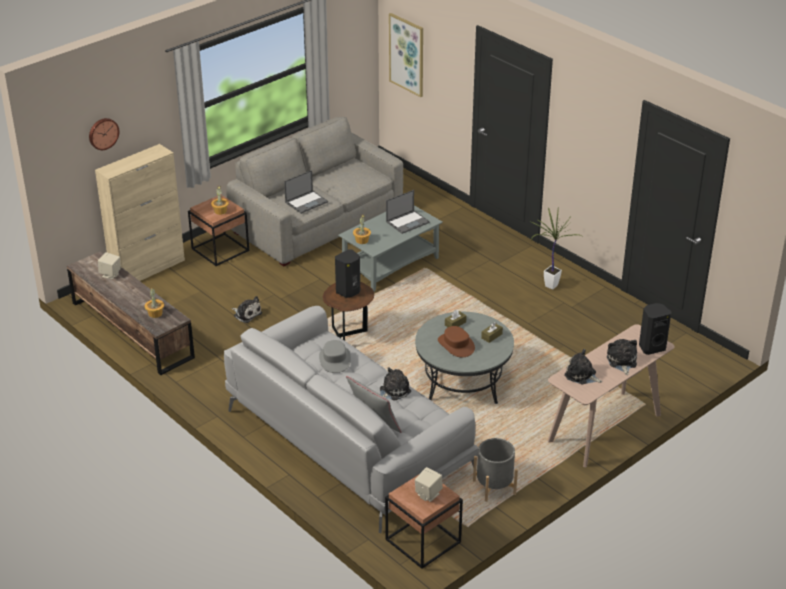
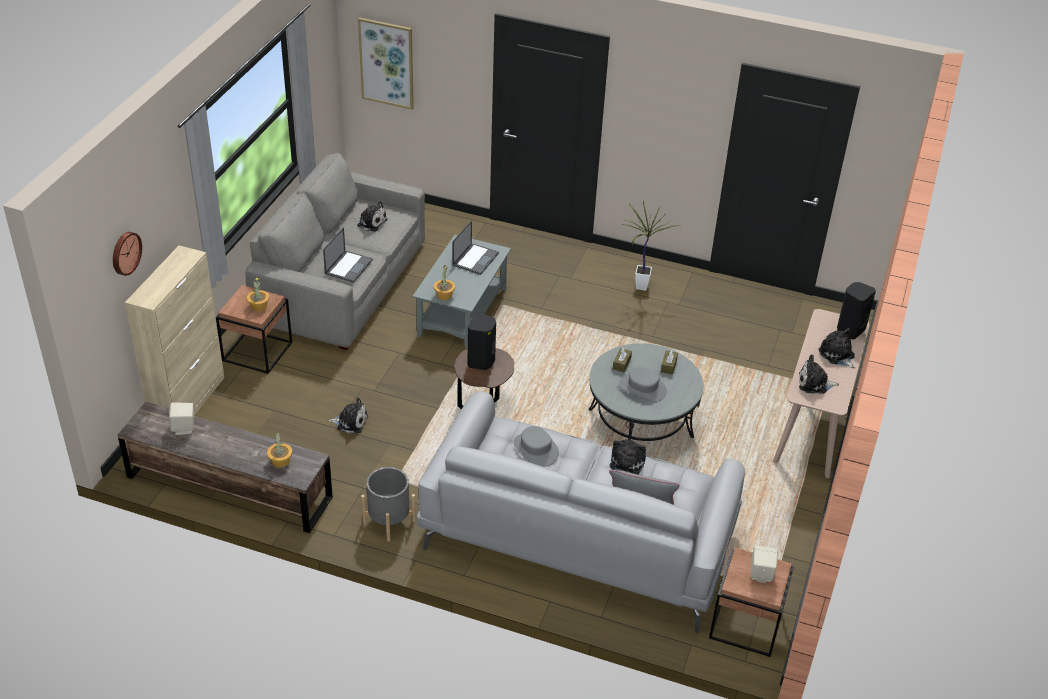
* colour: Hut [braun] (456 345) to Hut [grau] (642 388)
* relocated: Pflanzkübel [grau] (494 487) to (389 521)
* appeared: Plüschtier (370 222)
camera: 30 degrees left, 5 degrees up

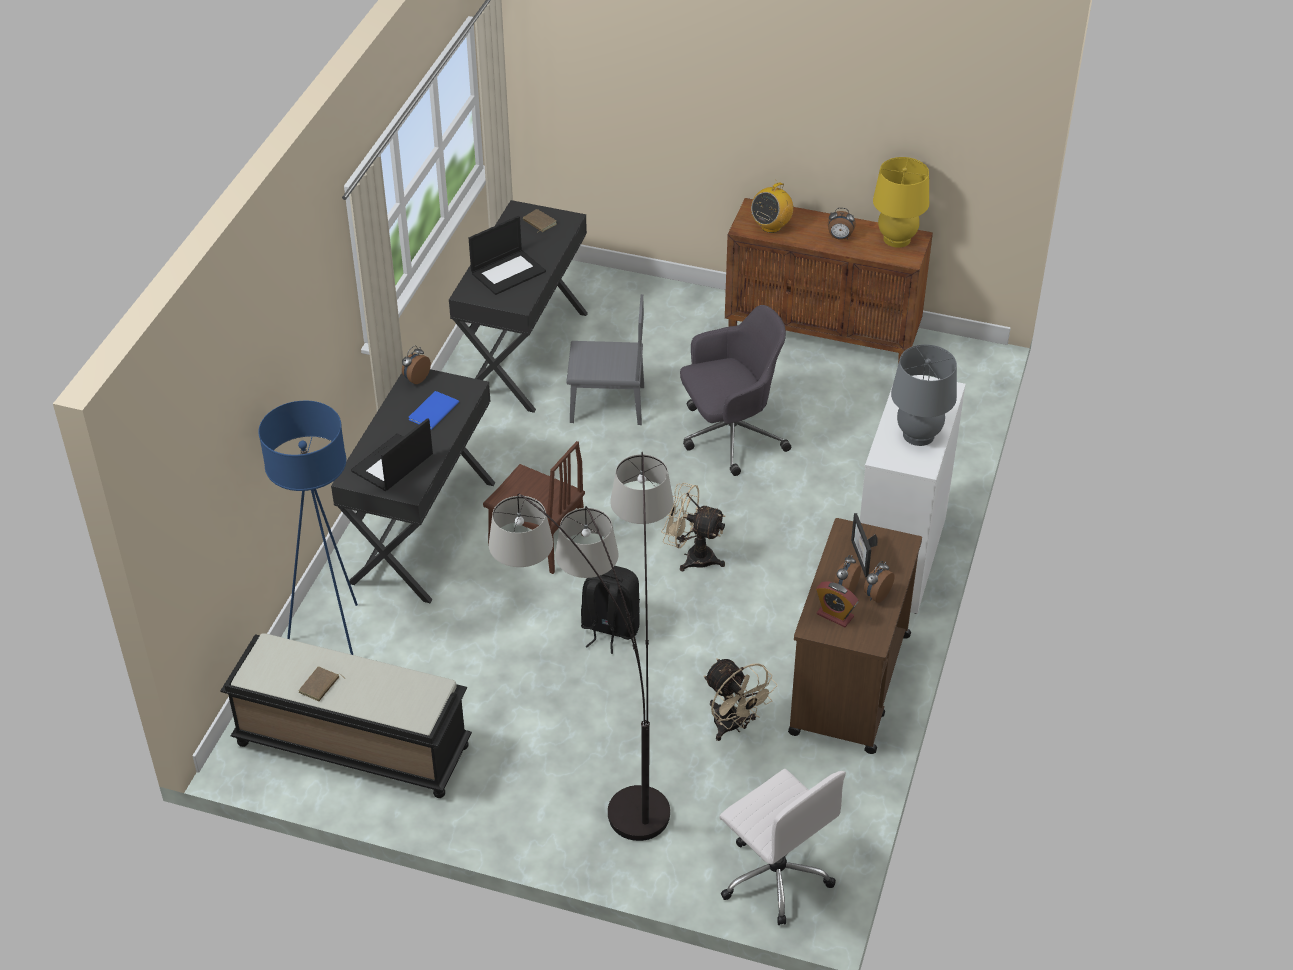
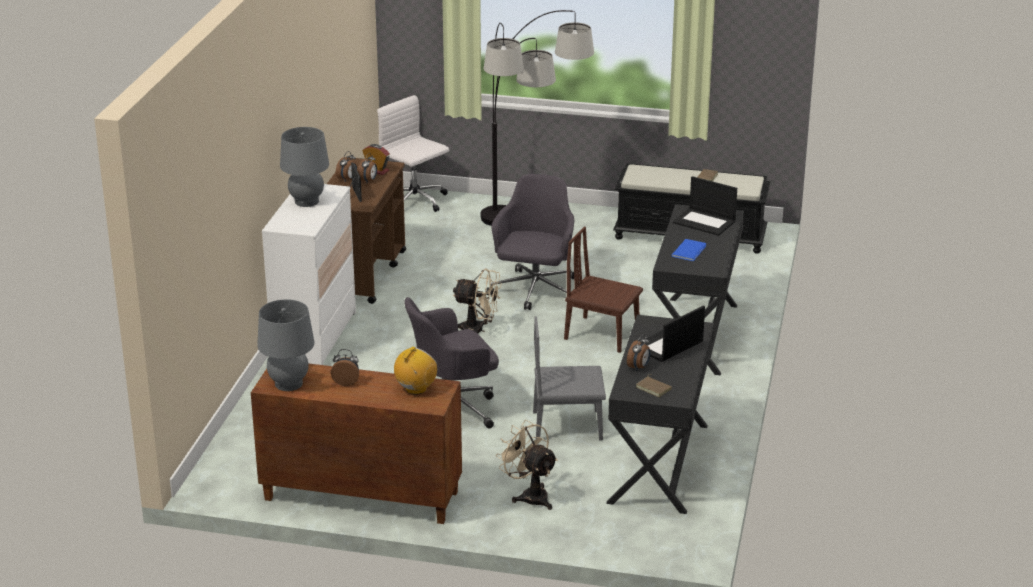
* missing: Stehlampe [blau] (334 635)
* spun: Laptop (392 464) = (705 222) 90 degrees clockwise
* relocated: Wecker (416 379) to (639 367)
* exchanged: Rucksack [schwarz] (609 629) to Bürostuhl [grau] (534 291)
* relocated: Ventilator [beige] (733 726) to (530 495)
* colour: Tischlampe [gelb] (897 239) to Tischlampe [grau] (288 383)
camera: 175 degrees right, 15 degrees down

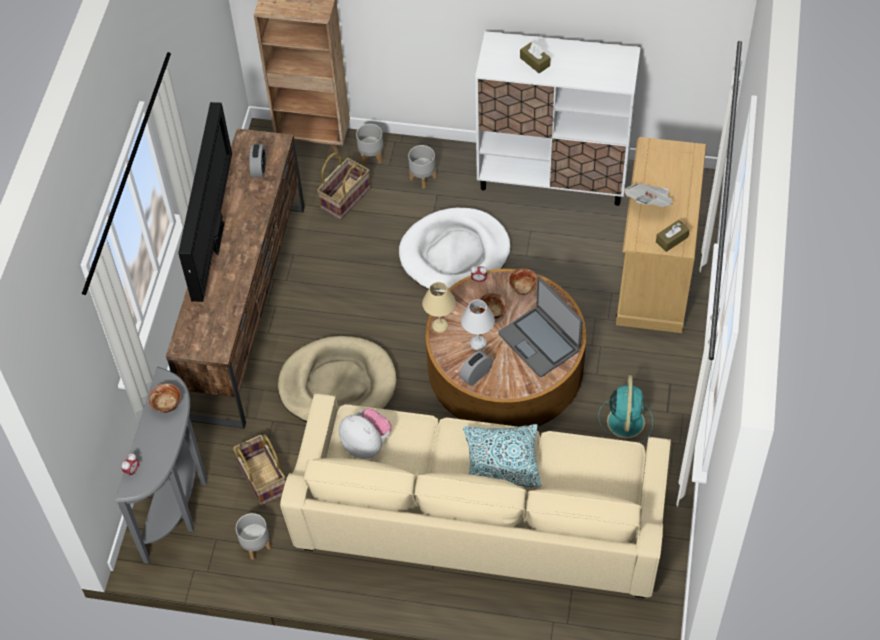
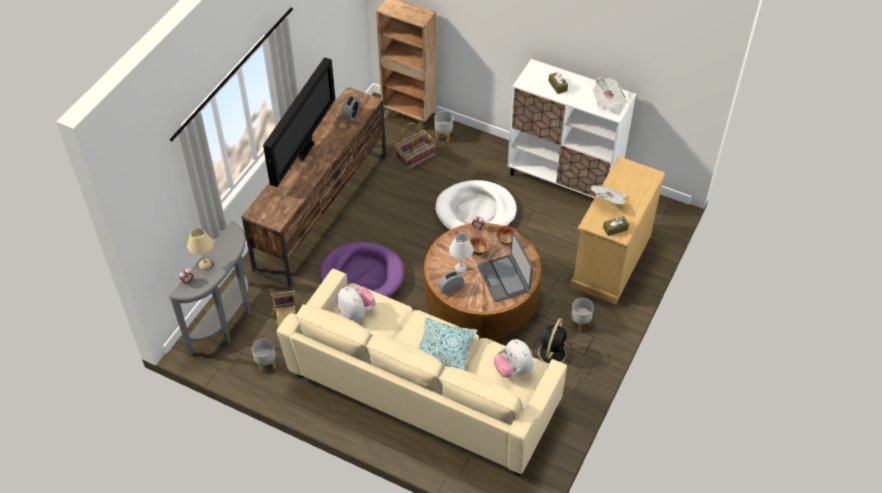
* missing: Schüssel (167 405)
* colour: Hundebett [beige] (338 385) to Hundebett [lila] (362 275)
* relocated: Pflanzkübel [grau] (423 178) to (580 323)
* relocated: Tischlampe [beige] (439 326) to (204 265)
* colour: Ventilator [türkis] (626 420) to Ventilator [schwarz] (552 352)
* appeared: Plüschtier (513 369)
* appeared: Zeitung (609 103)
camera: 15 degrees right, 5 degrees down

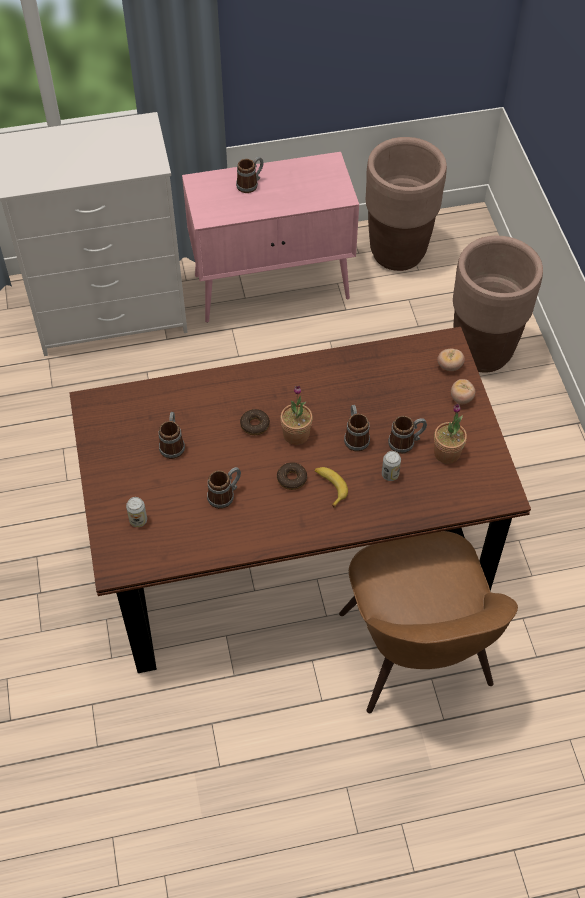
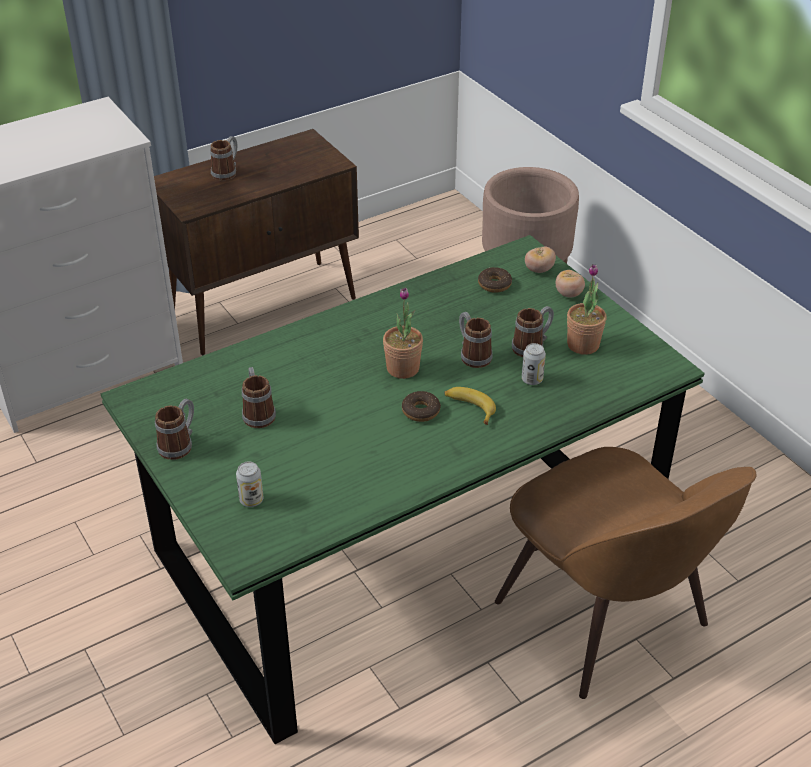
* colour: Esstisch [braun] (292 548) to Esstisch [grün] (406 549)
* colour: Schrank [rosa] (273 287) to Schrank [braun] (265 306)
* relocated: Henkelbecher (225 495) to (179 444)
* relocated: Donut (255 425) to (494 284)
* missing: Pflanzkübel [braun] (397 252)
camera: 20 degrees left, 15 degrees down

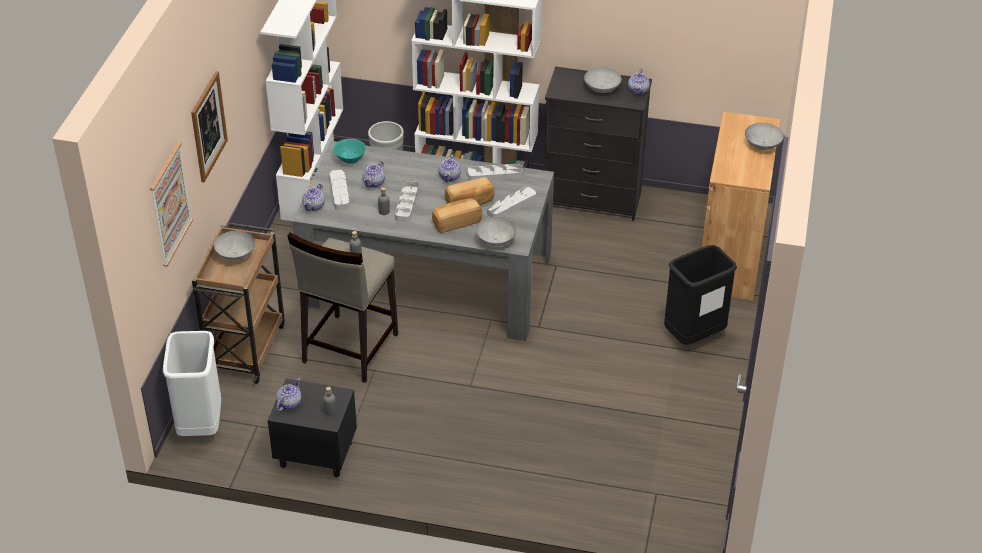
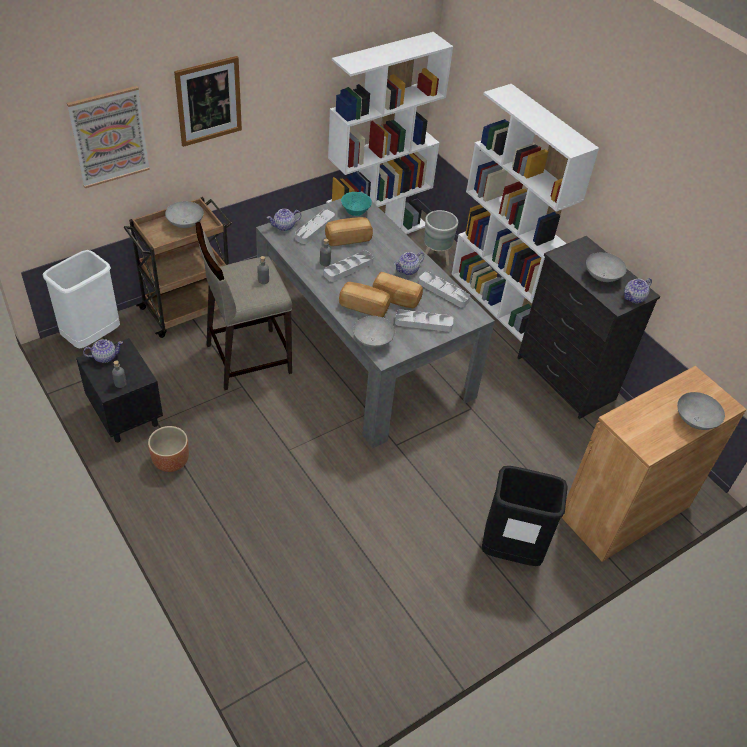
* exchanged: Teekanne (374 183) to Brot (348 238)
* appeared: Pflanzkübel [braun] (171 461)
camera: 40 degrees right, 5 degrees up

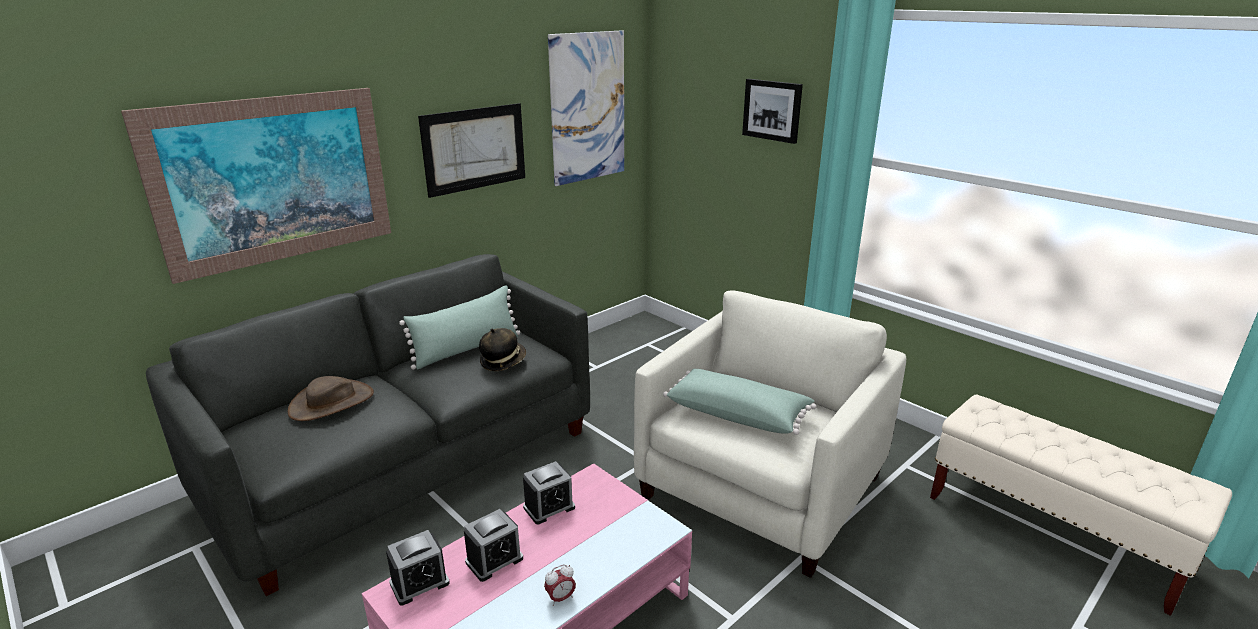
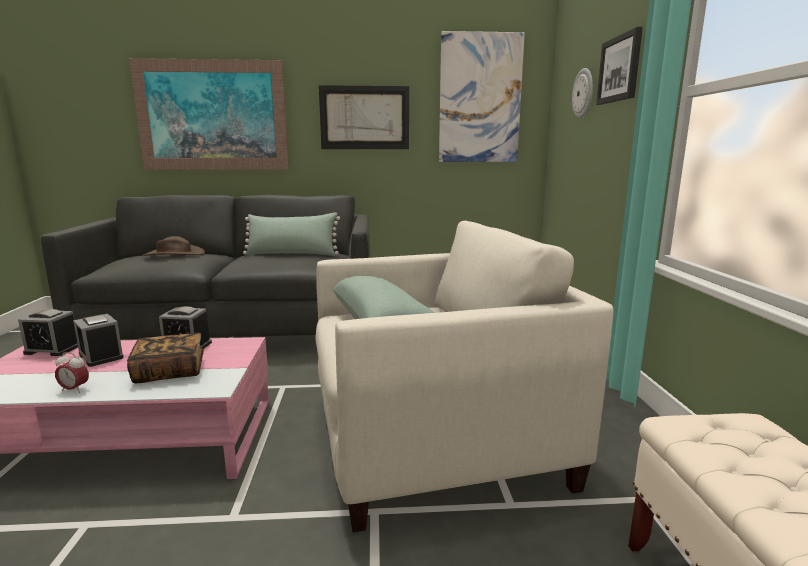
* spun: Wecker (494 560) = (101 356) 45 degrees clockwise
* missing: Hut (503 361)
* appeared: Buch (170 372)
* appeared: Wanduhr (583 93)
camera: 40 degrees right, 10 degrees down

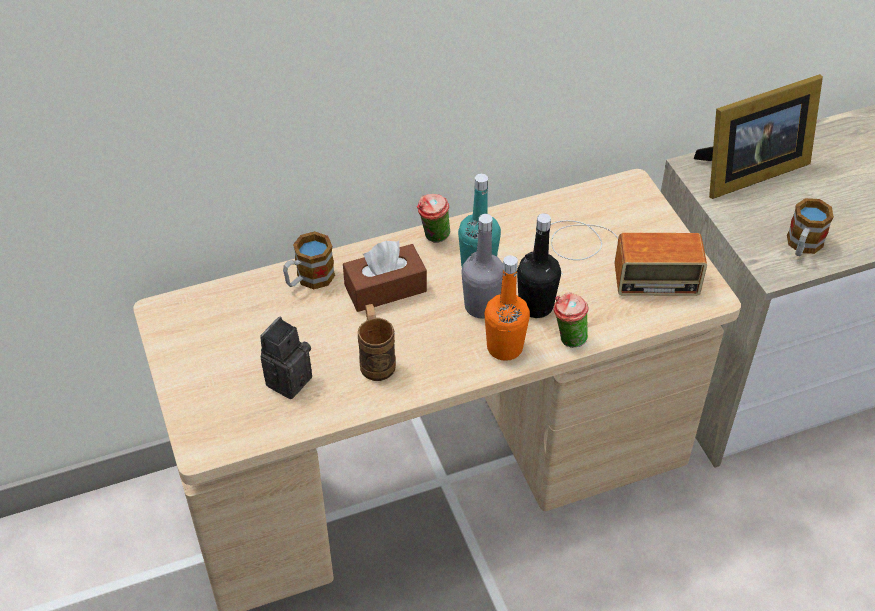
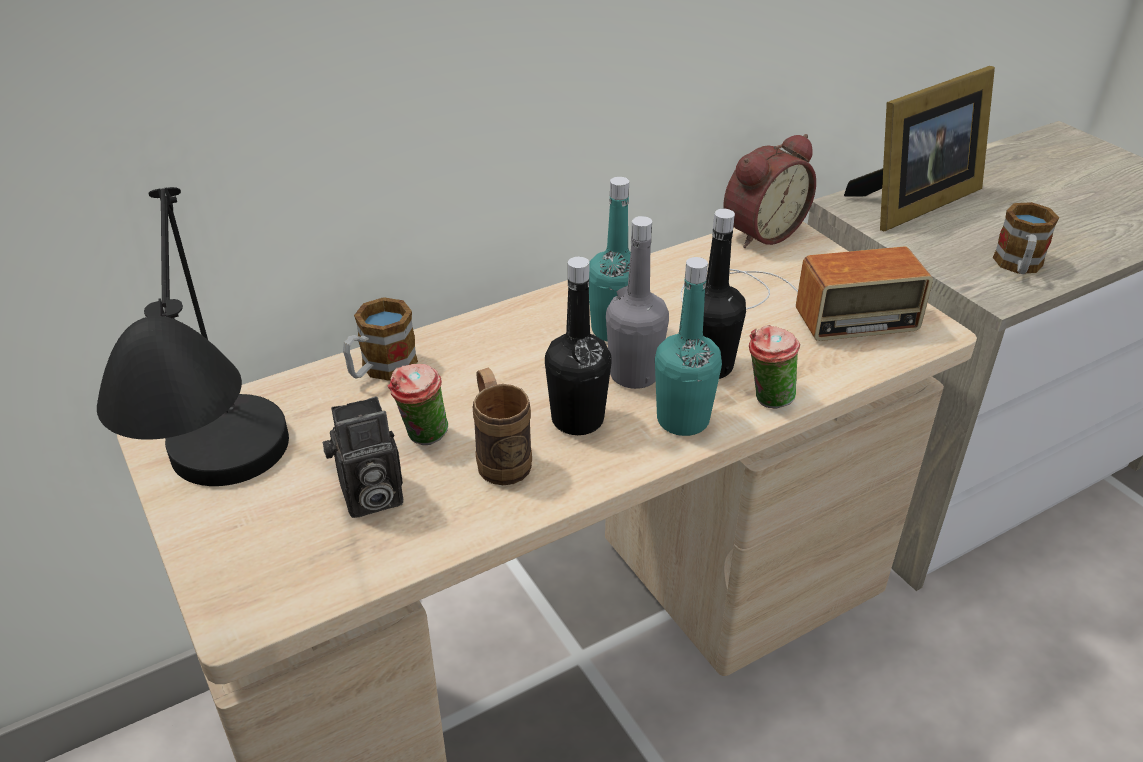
* spun: Kamera (288 378) = (369 498) 135 degrees counterclockwise
* missing: Taschentuchbox [braun] (385 288)
* relocated: Tasse (433 238) to (423 438)
* colour: Flasche [orange] (504 347) to Flasche [türkis] (683 420)
* appeared: Tischlampe [schwarz] (236 517)
* appeared: Flasche [schwarz] (577 419)
* appeared: Wecker (760 232)
camera: 10 degrees left, 10 degrees down

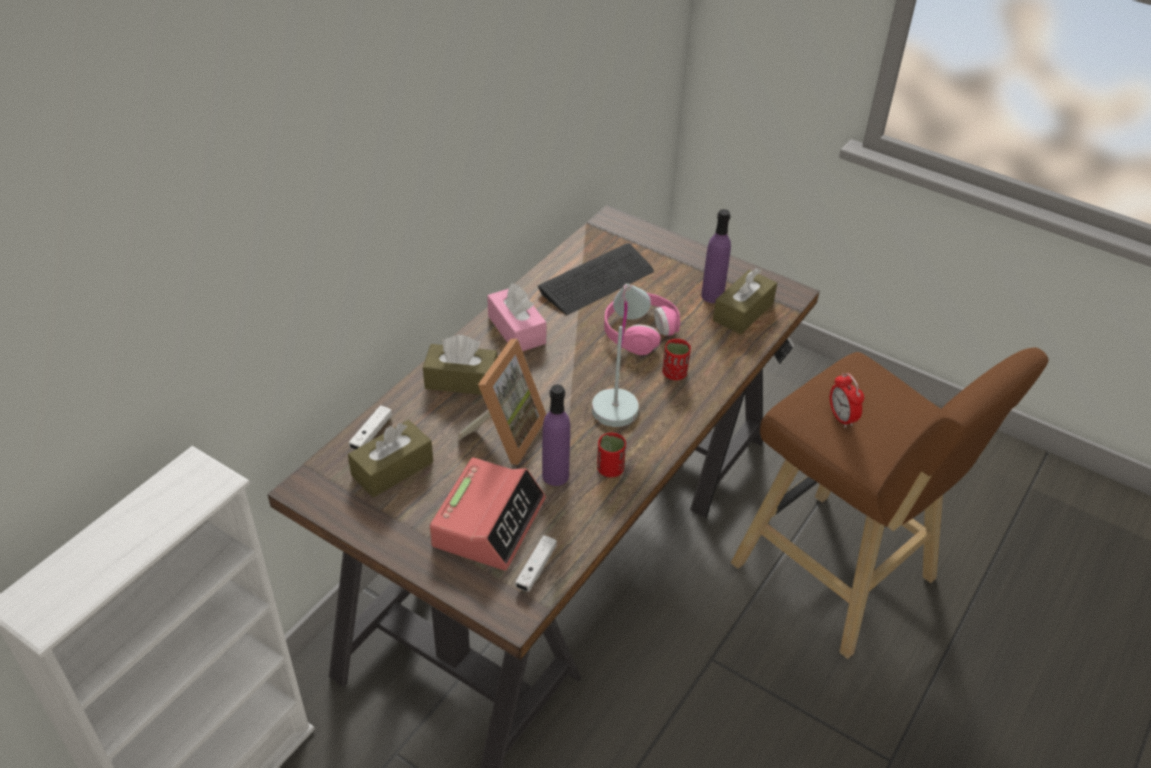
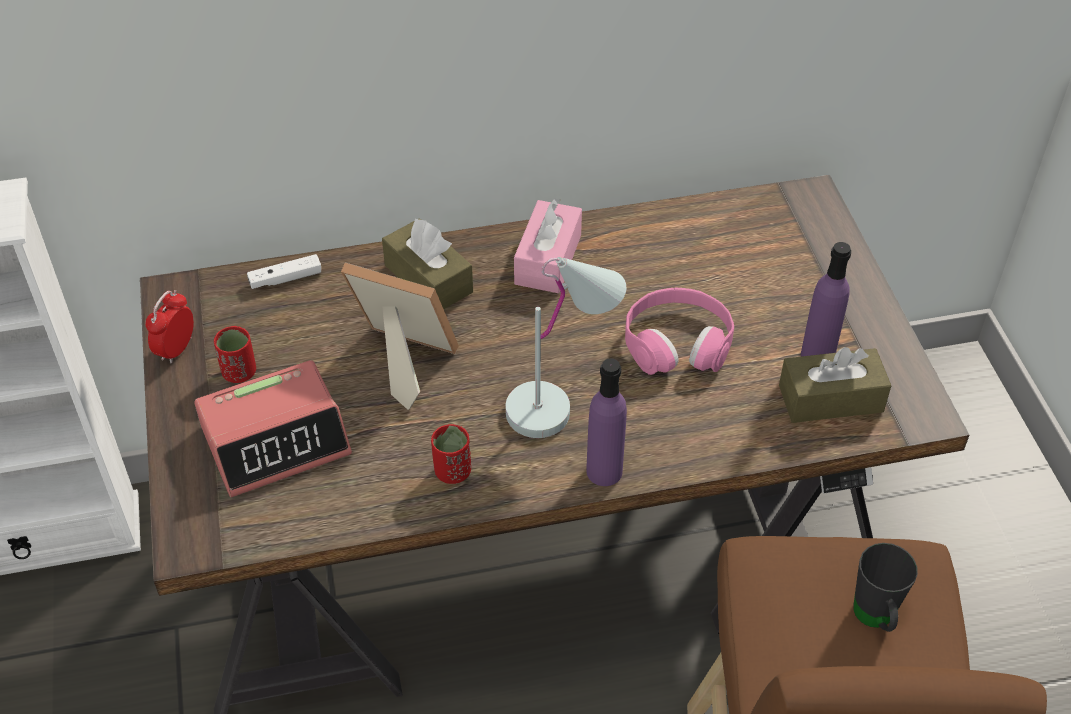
* missing: Taschentuchbox [braun] (392 469)
* spun: Bilderrahmen (505 433) = (401 362) 135 degrees counterclockwise
* missing: Gamepad [weiß] (536 568)
* missing: Tastatur (596 281)
* relocated: Flasche [lila] (555 475) to (604 471)
* relocated: Tasse [rot] (674 373) to (239 372)
* relocated: Wecker (841 418) to (176 349)
* appeared: Henkelbecher [schwarz] (875 620)
camera: 45 degrees right, 5 degrees up

